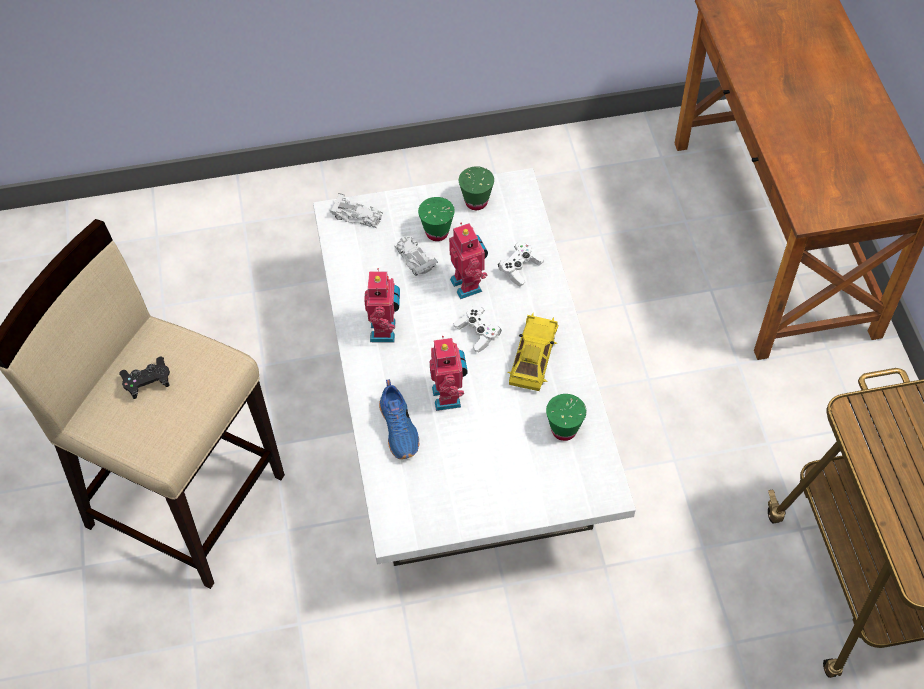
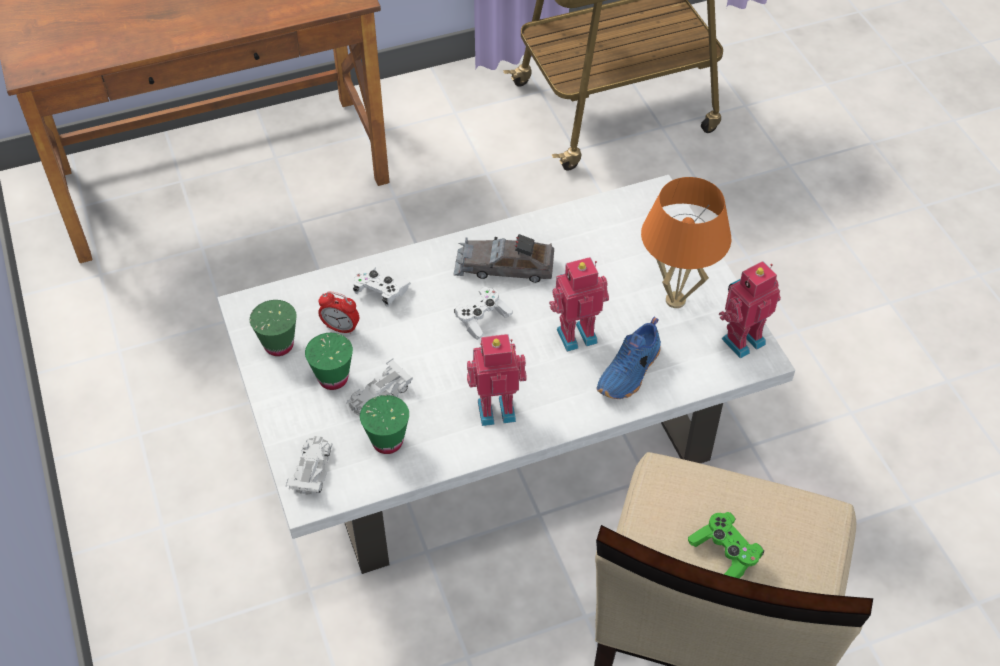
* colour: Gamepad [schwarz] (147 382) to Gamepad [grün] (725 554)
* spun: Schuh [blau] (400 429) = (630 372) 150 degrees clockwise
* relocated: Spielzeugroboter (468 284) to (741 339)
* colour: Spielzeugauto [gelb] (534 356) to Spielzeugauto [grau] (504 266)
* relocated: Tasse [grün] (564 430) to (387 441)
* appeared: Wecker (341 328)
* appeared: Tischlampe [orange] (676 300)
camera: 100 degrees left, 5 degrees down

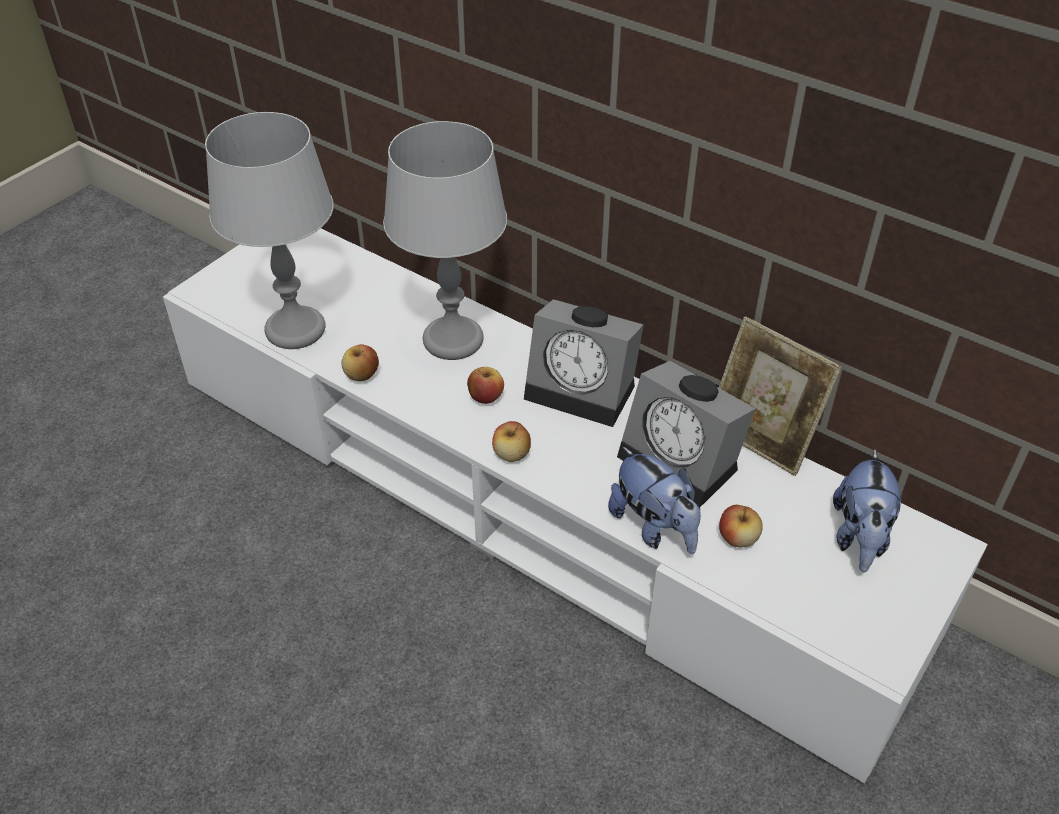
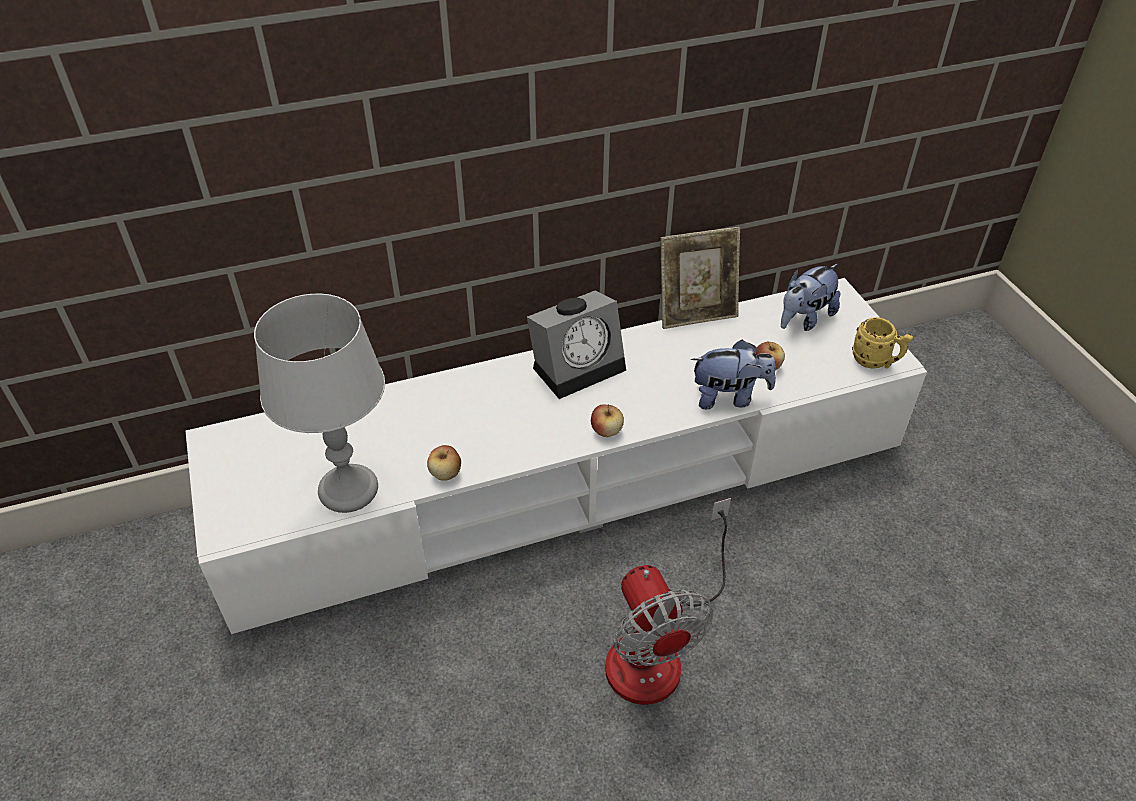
* missing: Tischlampe [grau] (452 340)
* missing: Apfel (485 397)
* missing: Wecker (683 461)
* spun: Plüschtier (860 537) = (804 319) 90 degrees clockwise
* appeared: Ventilator (657 646)
* appeared: Henkelbecher [gelb] (876 362)
camera: 55 degrees left, 0 degrees up

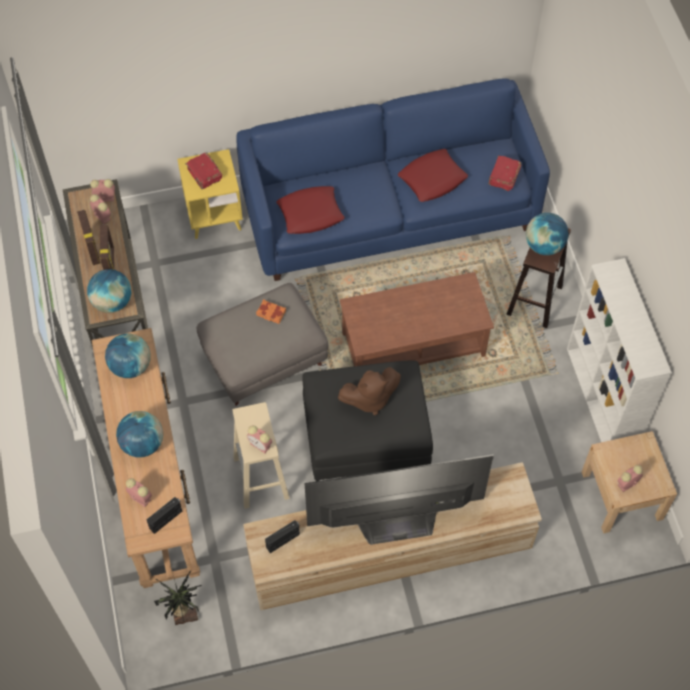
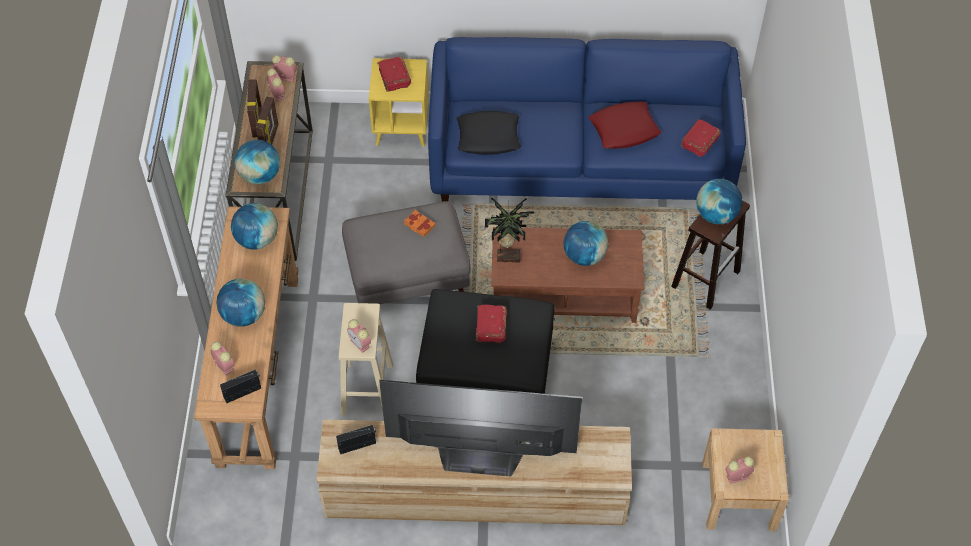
* relocated: Topfpflanze (184 615) to (508 256)
* colour: Kissen [rot] (310 213) to Kissen [schwarz] (488 137)
* exchanged: Plüschtier [braun] (369 398) to Buch [rot] (490 328)
* missing: Bücherregal [weiß] (602 399)
* appeared: Globus (584 256)
camera: 15 degrees right, 5 degrees down

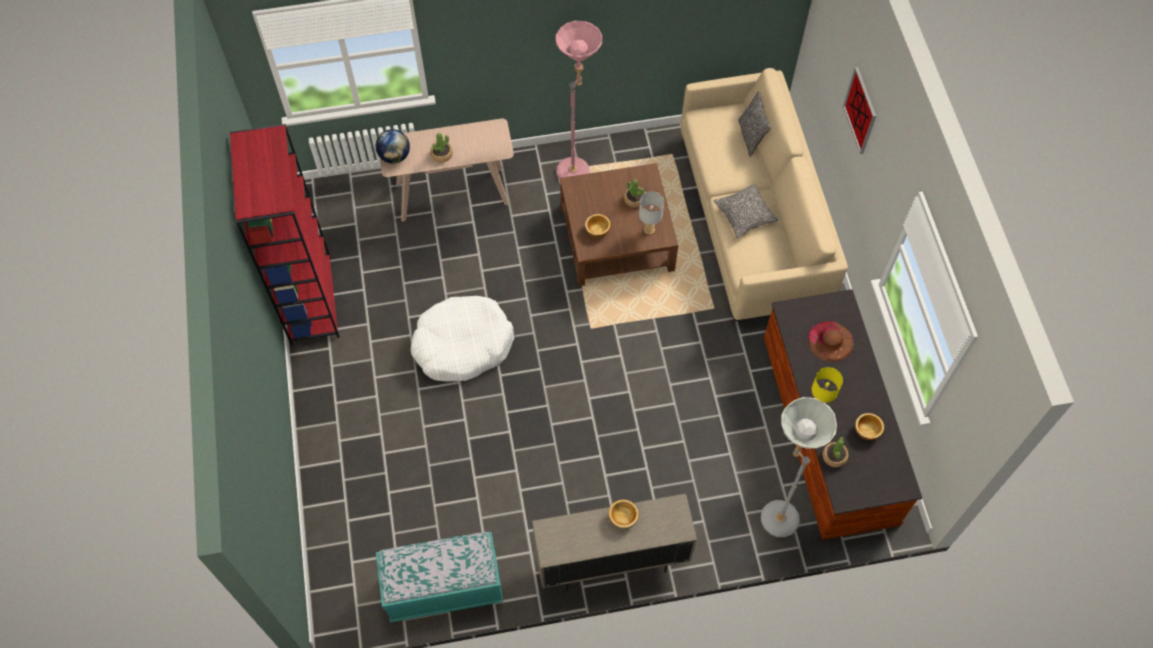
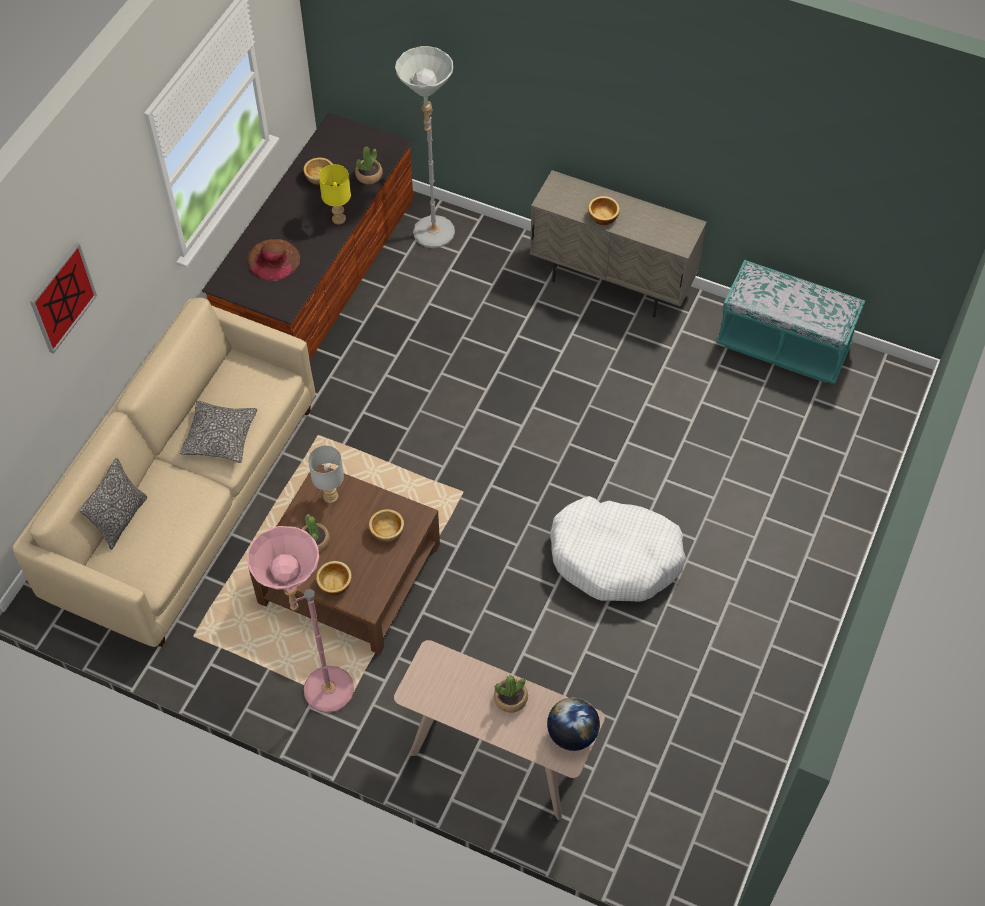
* missing: Bücherregal [rot] (310 300)
* appeared: Schüssel (334 583)
camera: 145 degrees left, 5 degrees down

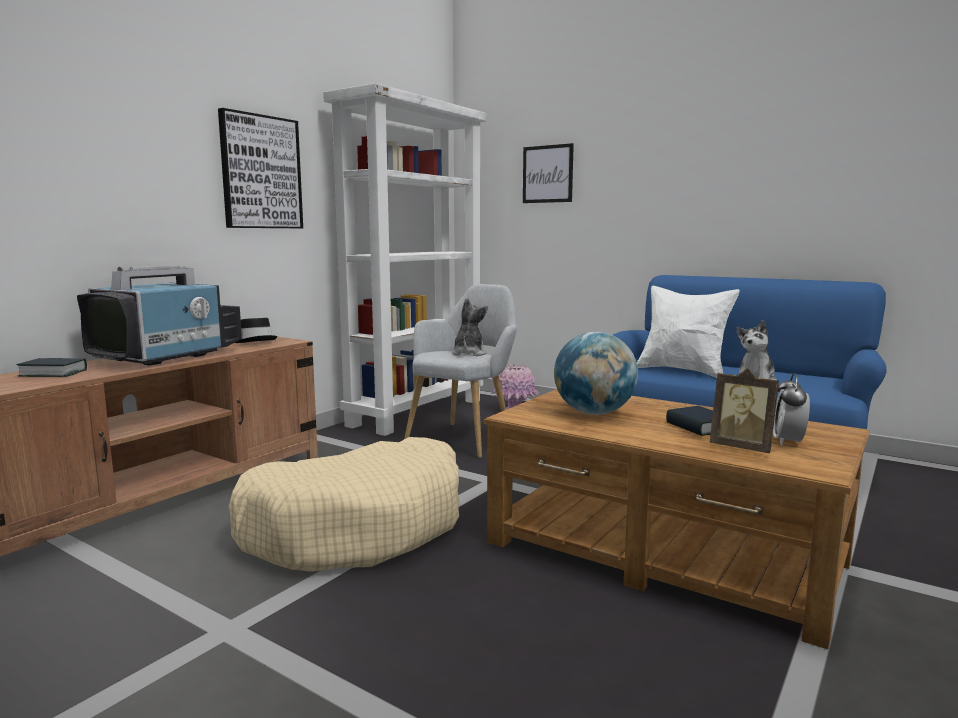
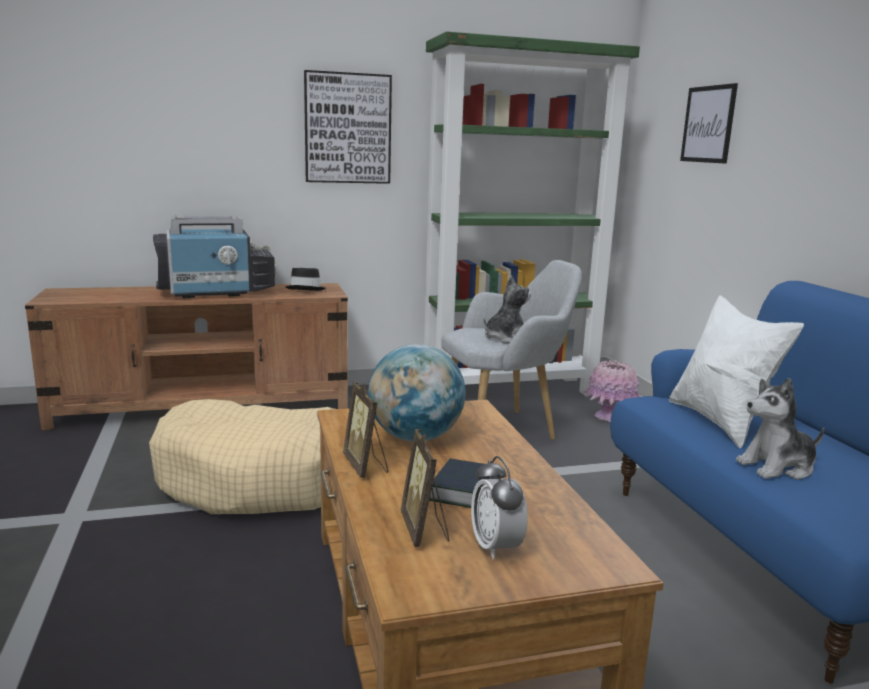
* missing: Buch (53 373)
* colour: Bücherregal [weiß] (416 412) to Bücherregal [grün] (510 389)
* spun: Wecker (788 442) = (496 547) 75 degrees counterclockwise
* appeared: Bilderrahmen (366 466)
camera: 40 degrees right, 5 degrees up

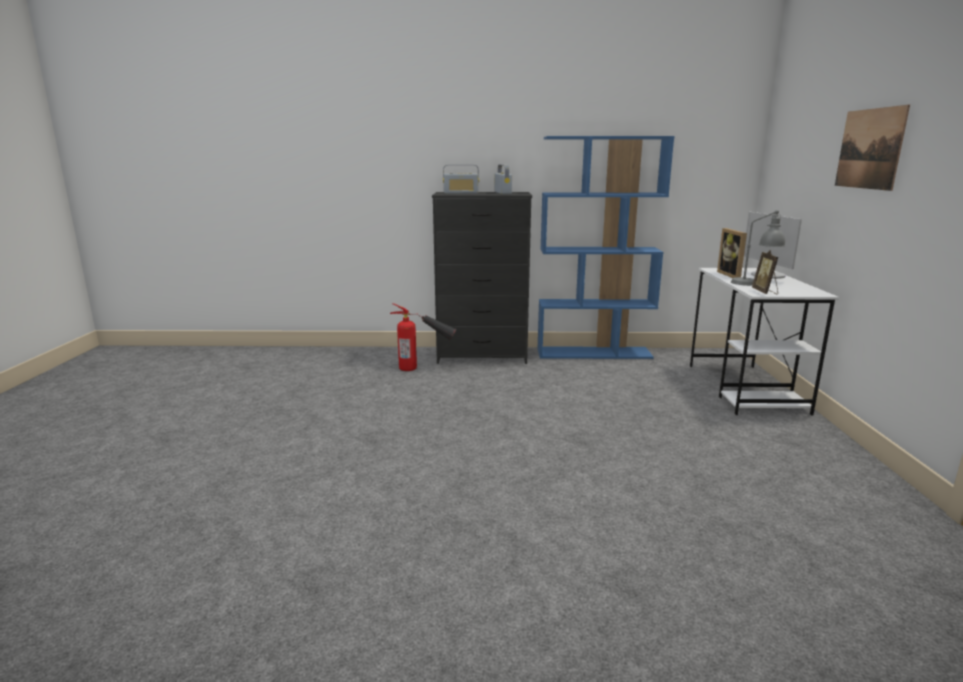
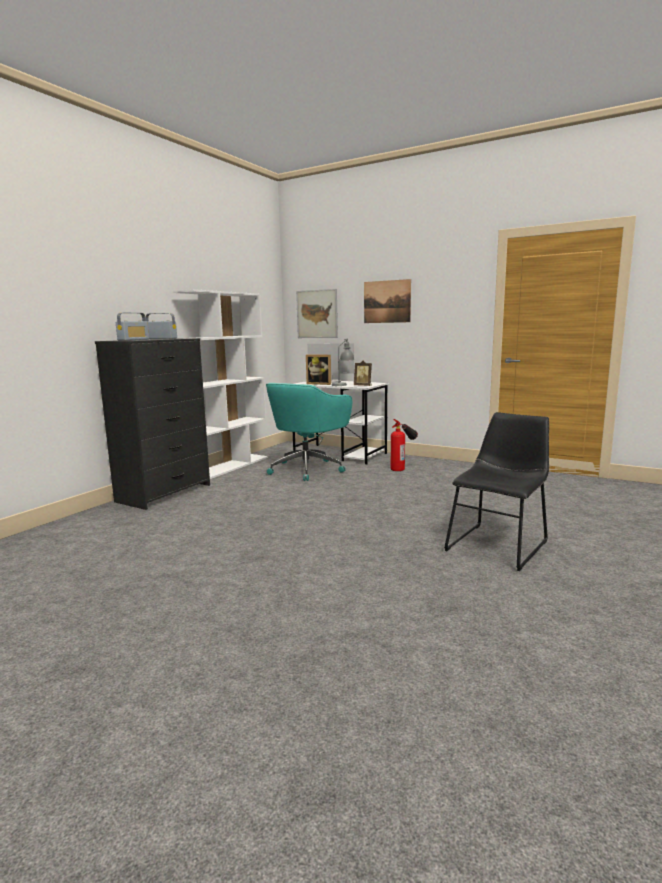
* relocated: Feuerlöscher (424 368) to (403 466)
* colour: Bücherregal [blau] (594 353) to Bücherregal [weiß] (230 466)
* appeared: Bürostuhl [türkis] (307 469)
* appeared: Bild (317 314)
* appeared: Stuhl [schwarz] (498 544)
camera: 60 degrees left, 5 degrees down

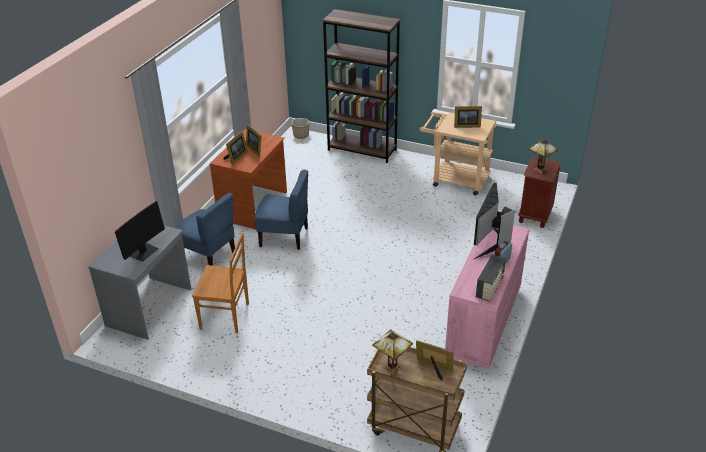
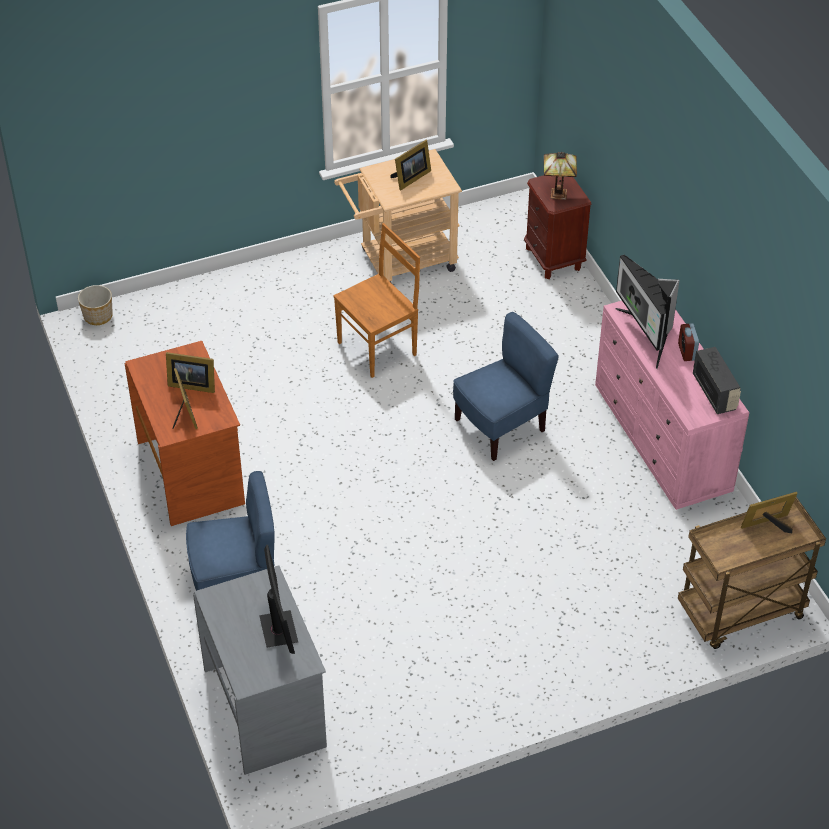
* relocated: Stuhl [braun] (226 316) to (379 348)
* relocated: Stuhl [blau] (284 237) to (501 427)
* missing: Bücherregal [braun] (362 150)
* missing: Tischlampe (390 367)
camera: 45 degrees left, 10 degrees up

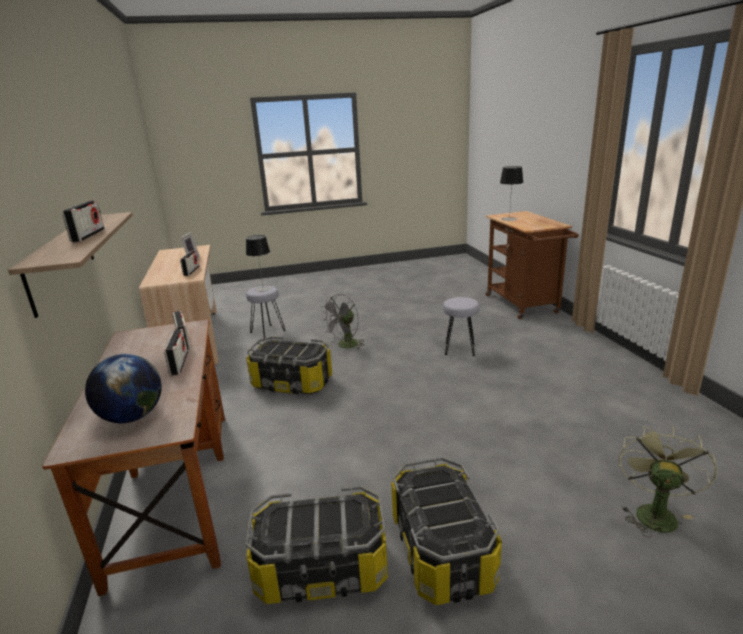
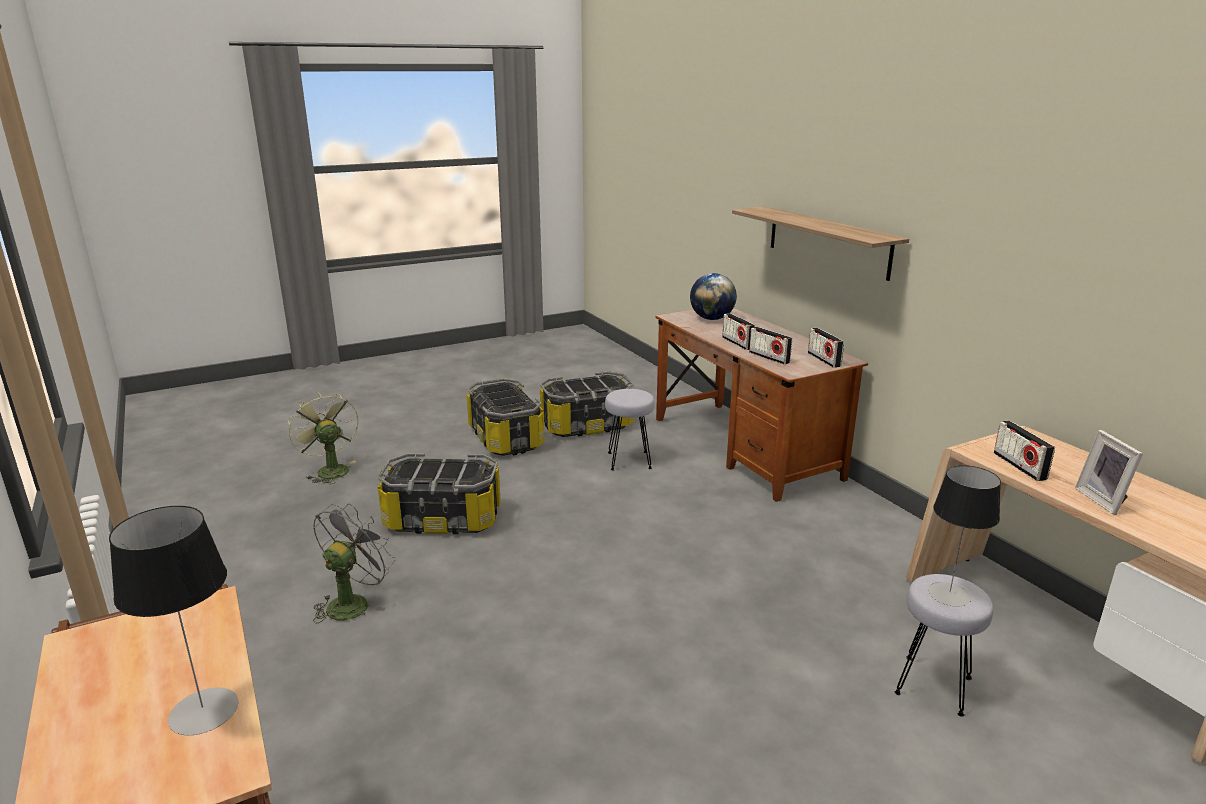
* relocated: Radio (88 235) to (824 359)
* relocated: Aufbewahrungsbox (292 383) to (443 519)
* relocated: Ventilator [grau] (345 346) to (353 602)
* relocated: Hocker [grau] (460 349) to (628 460)
* spun: Ventilator [grün] (653 512) = (329 470) 135 degrees clockwise
camera: 165 degrees right, 0 degrees up

